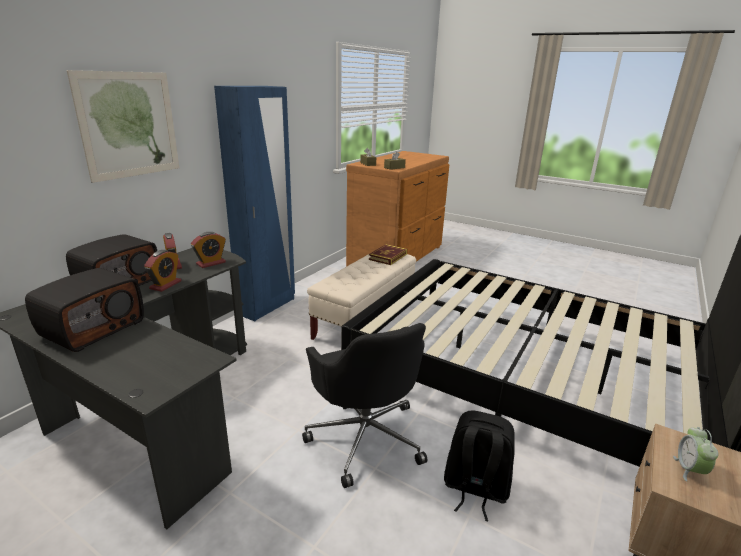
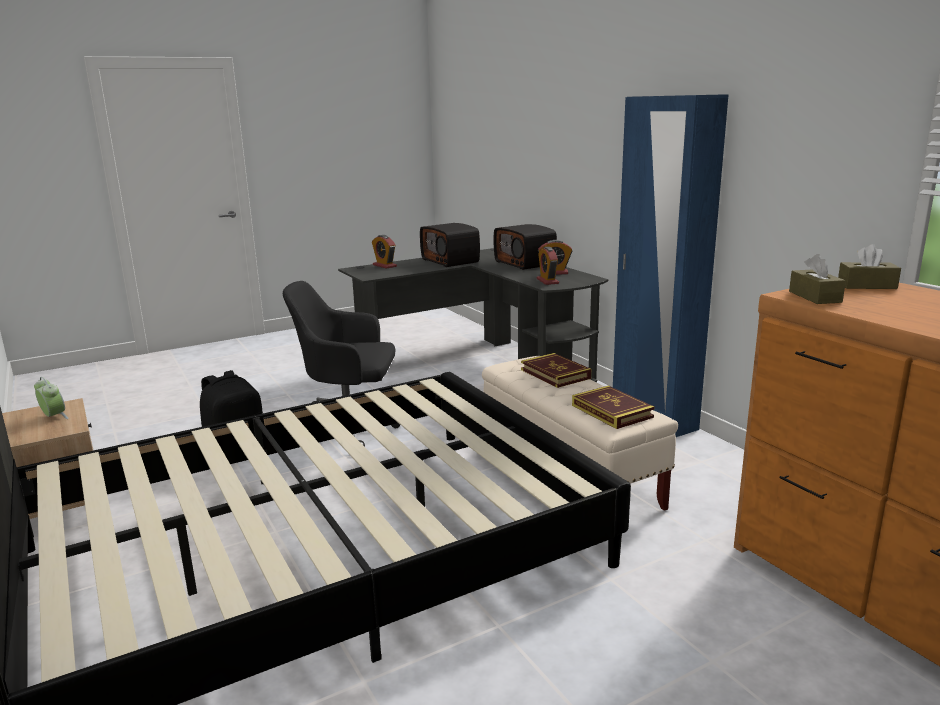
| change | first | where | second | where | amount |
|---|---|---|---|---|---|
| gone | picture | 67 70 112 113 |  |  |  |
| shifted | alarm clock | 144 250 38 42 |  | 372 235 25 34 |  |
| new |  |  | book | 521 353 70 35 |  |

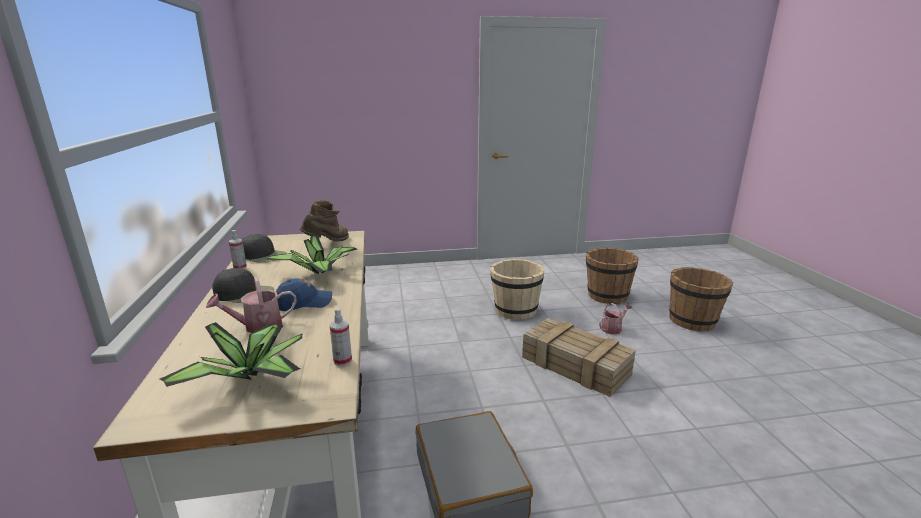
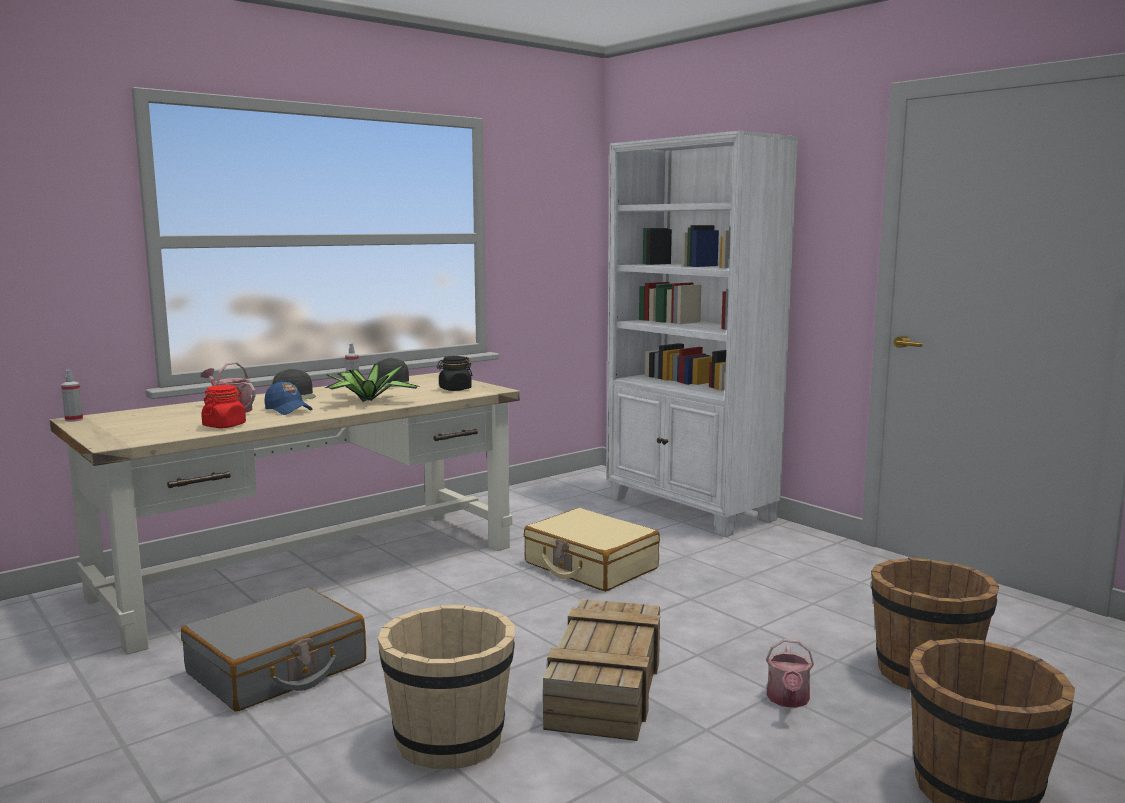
| change | first | where | second | where | amount |
|---|---|---|---|---|---|
| swapped | boot/brown | 300 200 49 42 | jar/black | 437 356 36 35 |  |
| shifted | bucket/beige | 490 259 54 61 |  | 377 605 138 164 |  |
| rotated | watering can | 599 303 33 32 |  | 766 639 48 69 | 75 degrees clockwise |
| shifted | spray bottle | 329 308 23 58 |  | 61 370 22 52 |  |
| gone | potted plant | 160 322 143 65 |  |  |  |
| new |  |  | bookcase/white | 606 131 193 406 |  |
| new |  |  | jar/red | 201 385 45 43 |  |
| new |  |  | suitcase/beige | 524 508 136 84 |  |

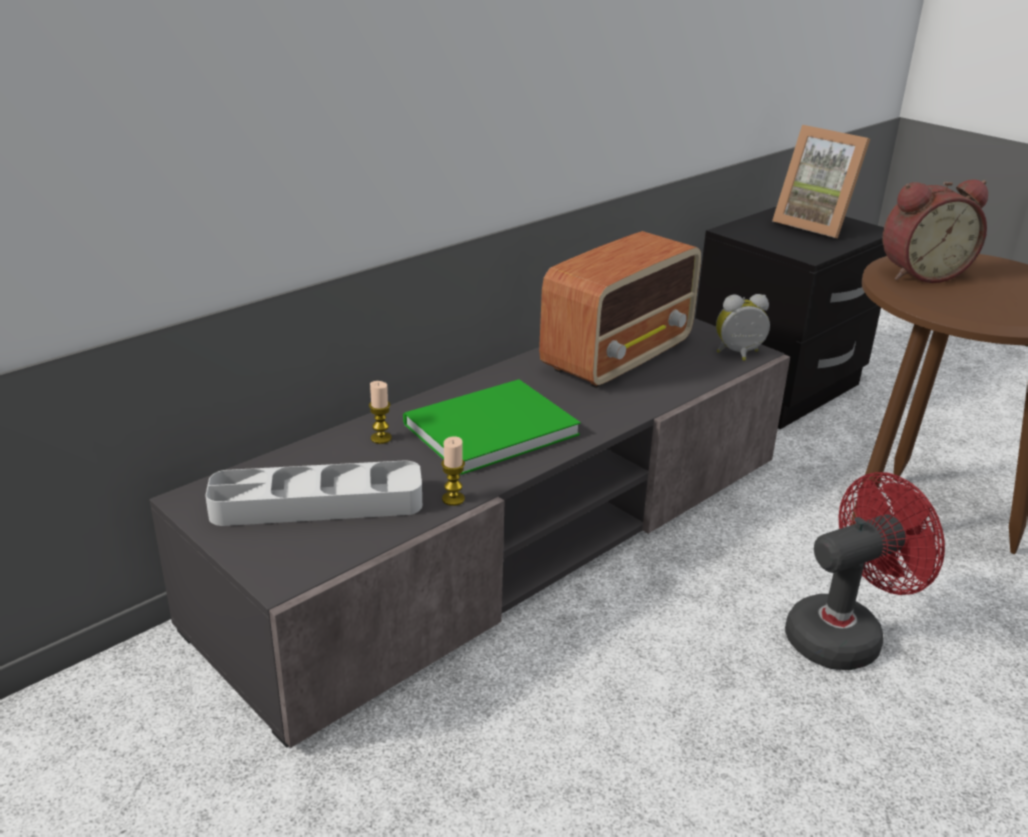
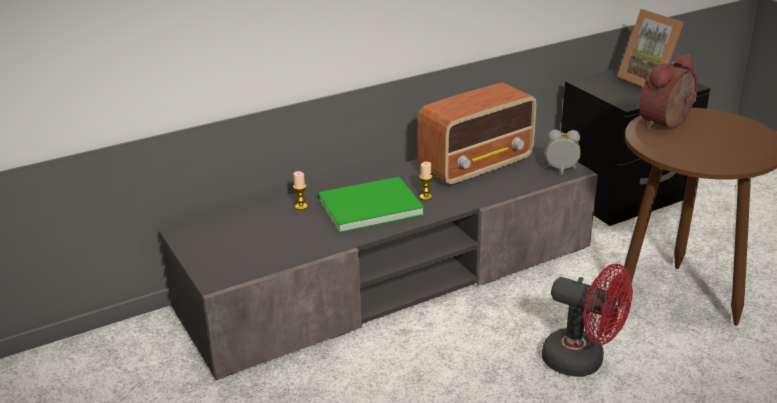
| change | first | where | second | where | amount |
|---|---|---|---|---|---|
| rotated | alarm clock | 882 179 106 104 |  | 639 54 58 76 | 135 degrees clockwise |
| shifted | candle | 441 436 24 70 |  | 419 162 13 39 |  |
| gone | tray/grey | 205 460 217 66 |  |  |  |
| rotated | fan/red | 785 472 160 198 |  | 542 264 91 113 | 45 degrees clockwise |

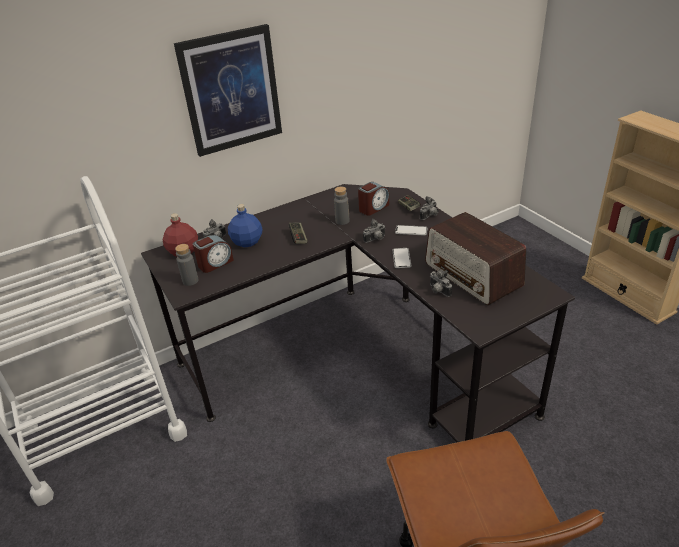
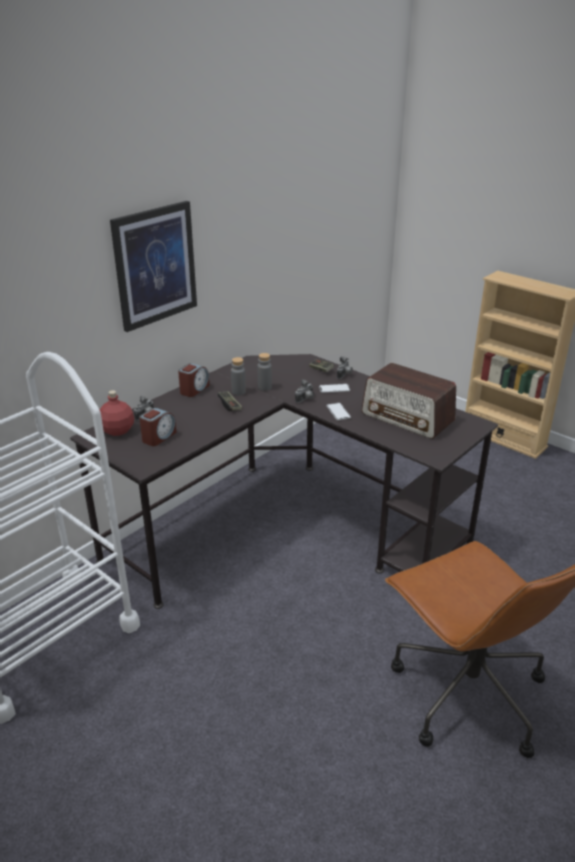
| change | first | where | second | where | amount |
|---|---|---|---|---|---|
| shifted | alarm clock | 358 182 31 33 |  | 178 363 31 34 |  |
| gone | bottle/blue | 228 204 35 43 |  |  |  |
| shifted | bottle/grey | 175 244 24 42 |  | 231 357 15 38 |  |
| gone | photo camera | 430 269 22 28 |  |  |  |

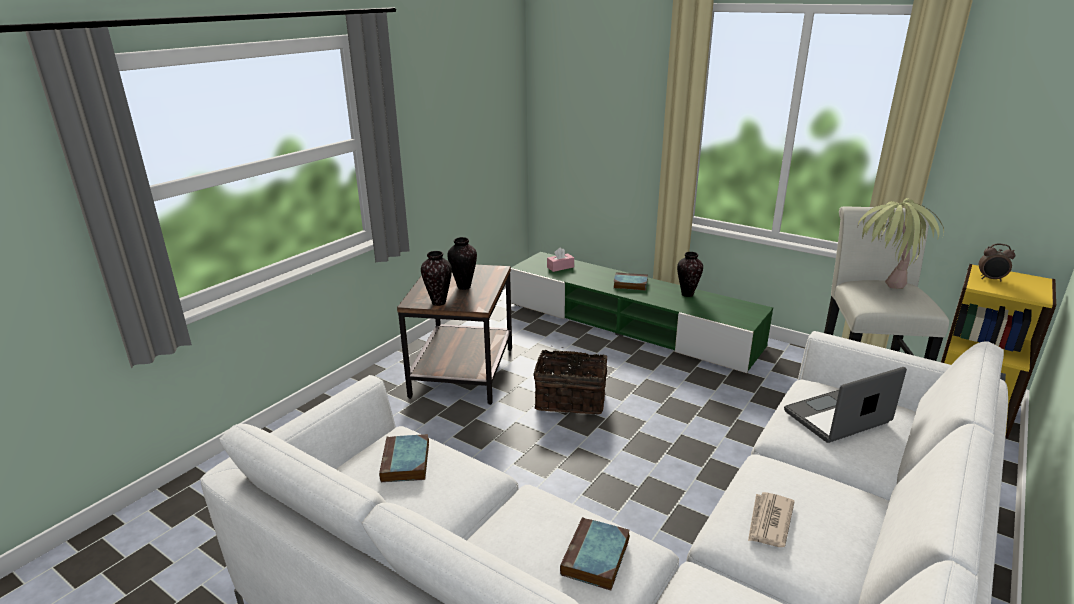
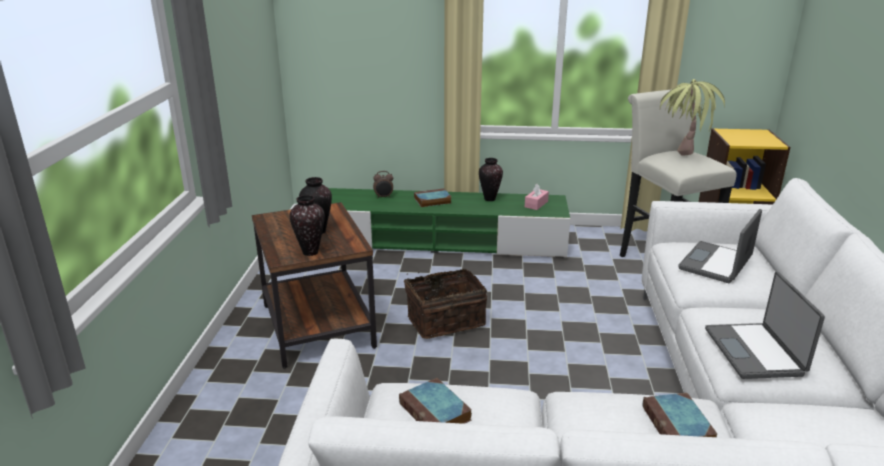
| change | first | where | second | where | amount |
|---|---|---|---|---|---|
| shifted | alarm clock | 979 244 36 38 |  | 373 171 20 27 |  |
| shifted | tissue box/pink | 547 247 27 25 |  | 525 184 24 26 |  |
| swapped | newspaper | 748 492 47 55 | laptop | 705 272 120 107 |  |

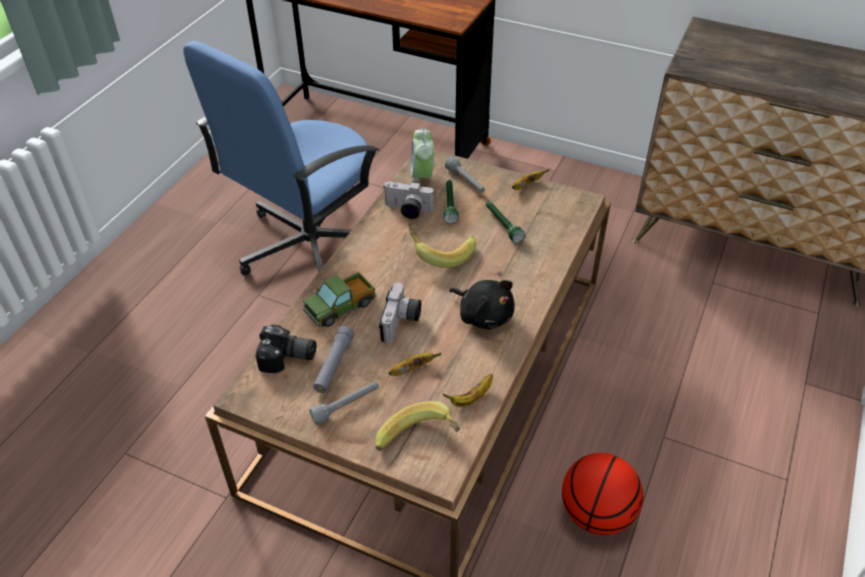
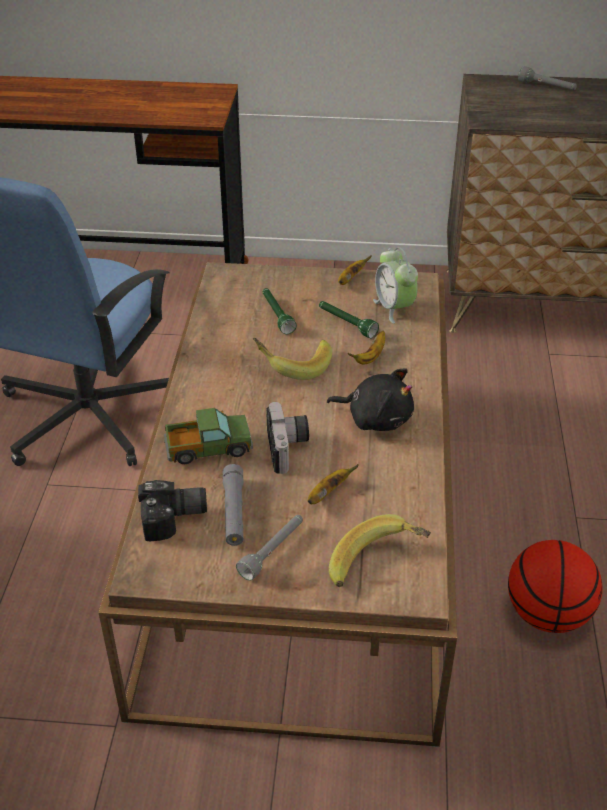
| change | first | where | second | where | amount |
|---|---|---|---|---|---|
| shifted | alarm clock | 411 128 23 54 |  | 373 247 45 77 |  |
| shifted | flashlight/grey | 445 156 40 37 |  | 518 66 59 24 |  |
| gone | photo camera | 383 181 51 38 |  |  |  |
| rotated | toy truck | 303 272 73 55 |  | 164 408 89 56 | 135 degrees counterclockwise |
| shifted | banana | 443 374 50 33 |  | 348 331 37 33 |  |

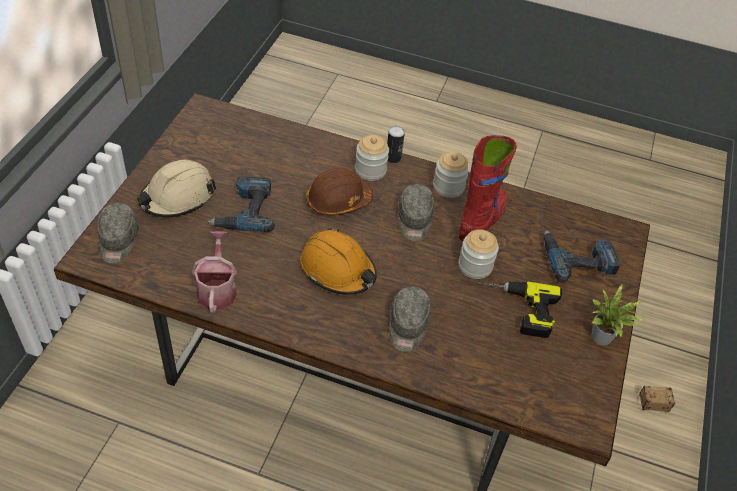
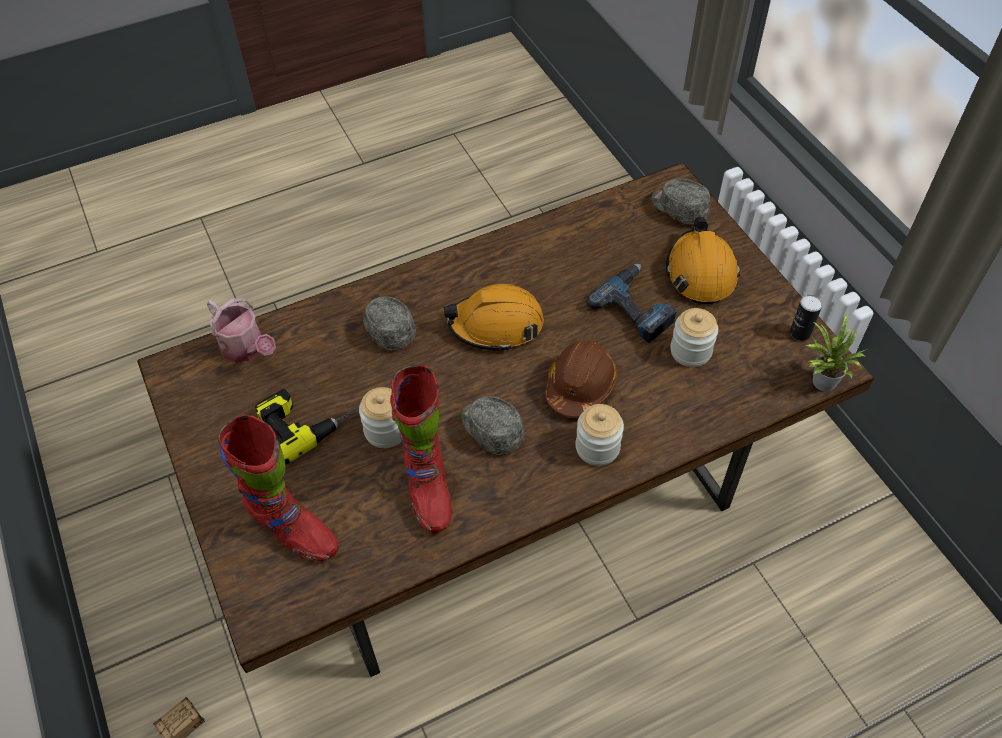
| change | first | where | second | where | amount |
|---|---|---|---|---|---|
| shifted | can | 387 126 18 37 |  | 790 295 32 46 |  |
| shifted | jar | 433 151 36 47 |  | 670 308 48 59 |  |
| repainted | hard hat/beige | 137 160 79 57 | hard hat/orange | 666 216 74 88 |  |
| shifted | watering can | 192 231 45 82 |  | 207 298 69 65 |  |
| swapped | power drill | 544 231 77 52 | boot/red | 218 414 121 147 |  |
| shifted | potted plant | 591 284 53 61 |  | 806 314 59 78 |  |

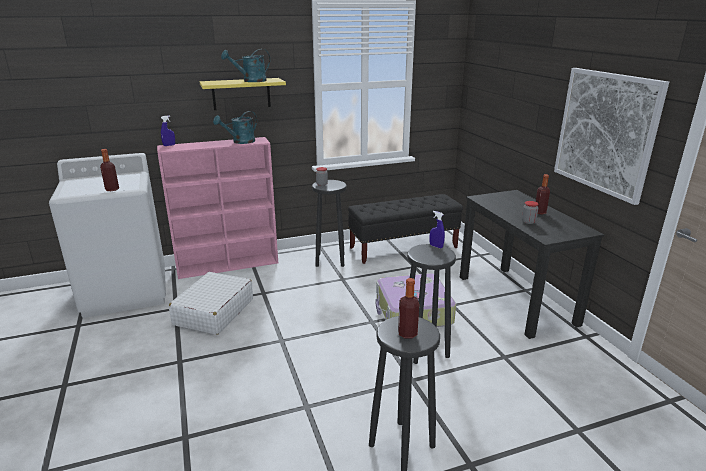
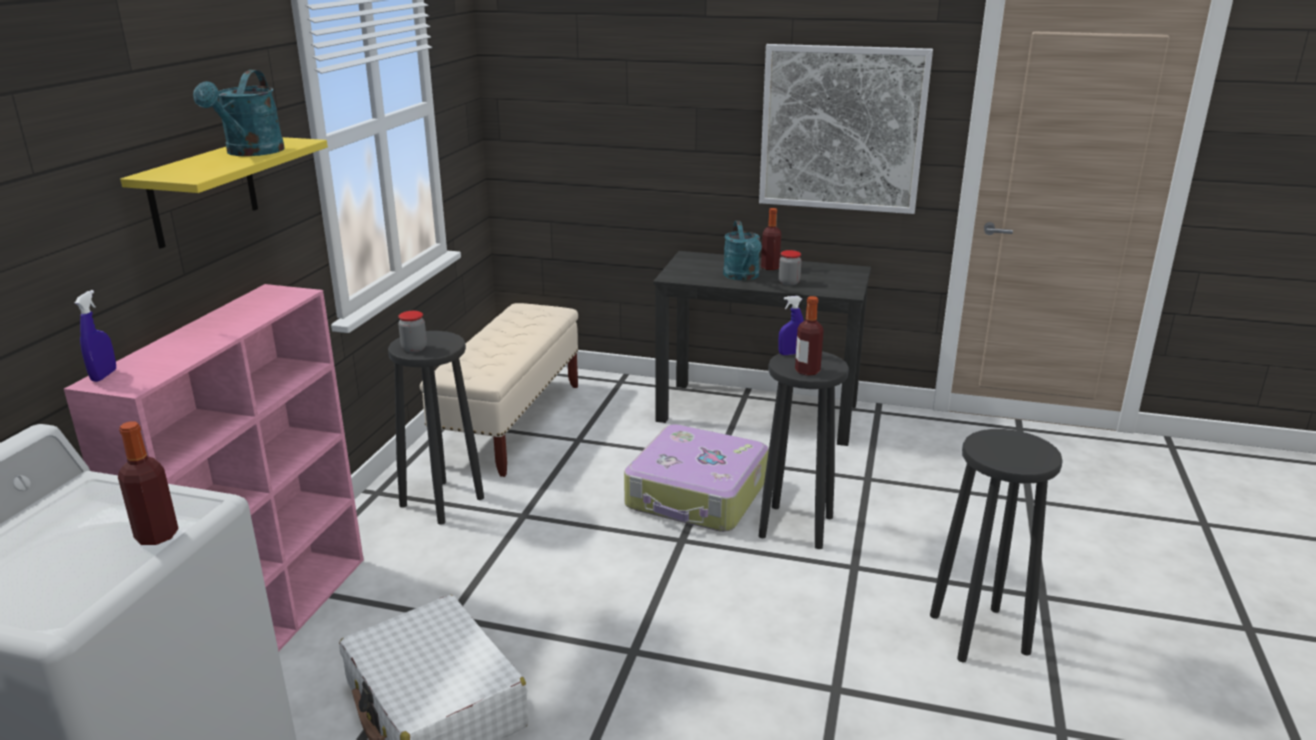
| change | first | where | second | where | amount |
|---|---|---|---|---|---|
| shifted | watering can/turquoise | 213 111 44 33 |  | 723 221 39 60 |  |
| repainted | bench/black | 348 194 115 70 | bench/beige | 420 303 159 174 |  |
| shifted | bottle | 398 278 21 60 |  | 795 296 29 80 |  |

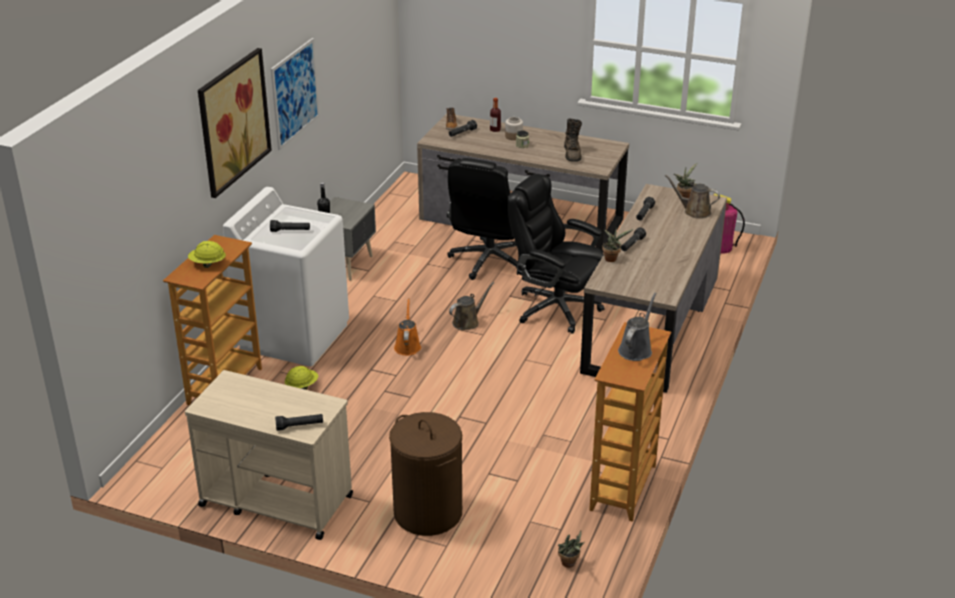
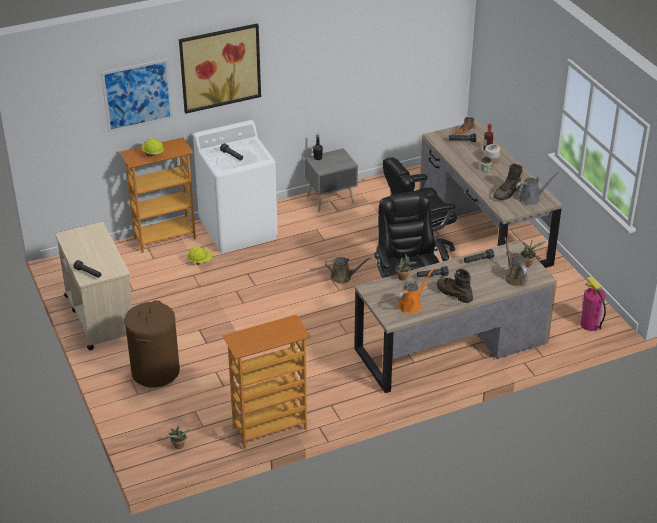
| change | first | where | second | where | amount |
|---|---|---|---|---|---|
| shifted | picture | 271 38 49 112 |  | 101 59 72 73 |  |
| shifted | watering can/grey | 618 293 39 68 |  | 516 172 44 33 |  |
| shifted | watering can/orange | 394 298 27 58 |  | 397 268 37 46 |  |
| new |  |  | boot/brown | 437 269 36 34 |  |

